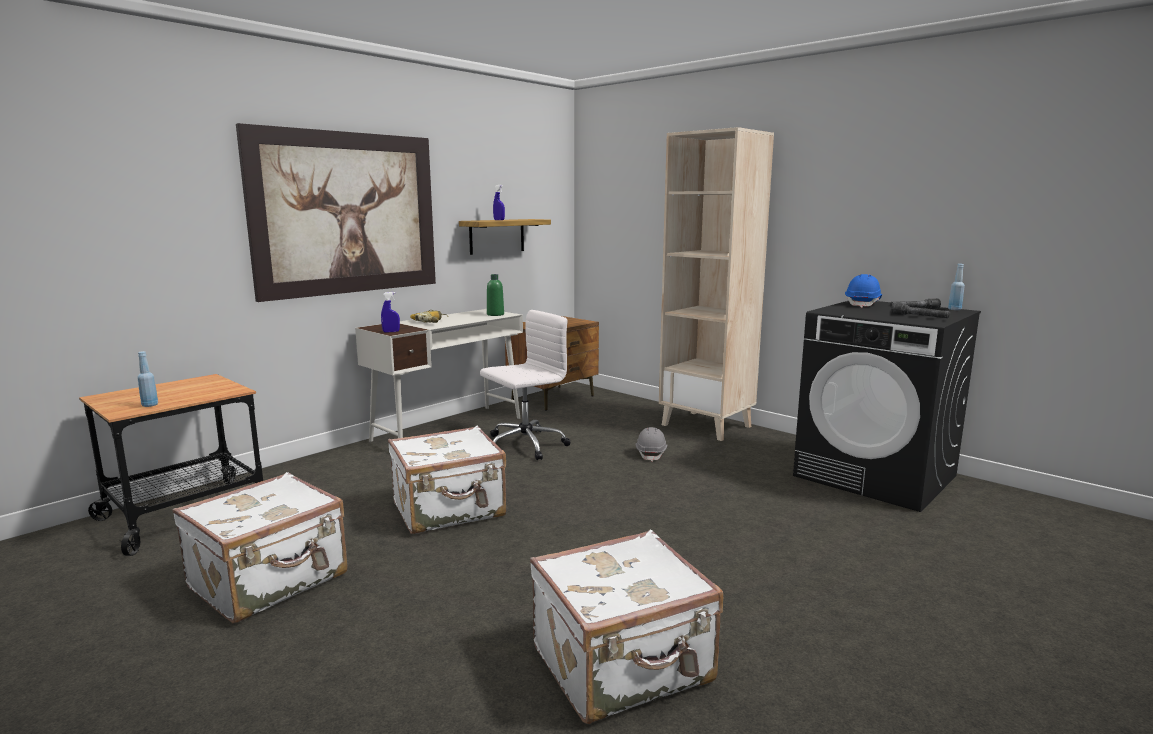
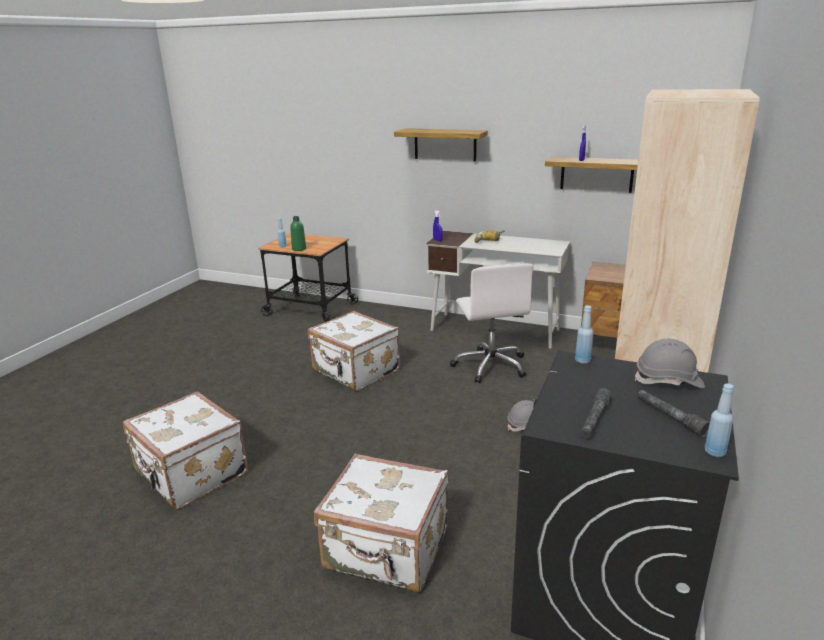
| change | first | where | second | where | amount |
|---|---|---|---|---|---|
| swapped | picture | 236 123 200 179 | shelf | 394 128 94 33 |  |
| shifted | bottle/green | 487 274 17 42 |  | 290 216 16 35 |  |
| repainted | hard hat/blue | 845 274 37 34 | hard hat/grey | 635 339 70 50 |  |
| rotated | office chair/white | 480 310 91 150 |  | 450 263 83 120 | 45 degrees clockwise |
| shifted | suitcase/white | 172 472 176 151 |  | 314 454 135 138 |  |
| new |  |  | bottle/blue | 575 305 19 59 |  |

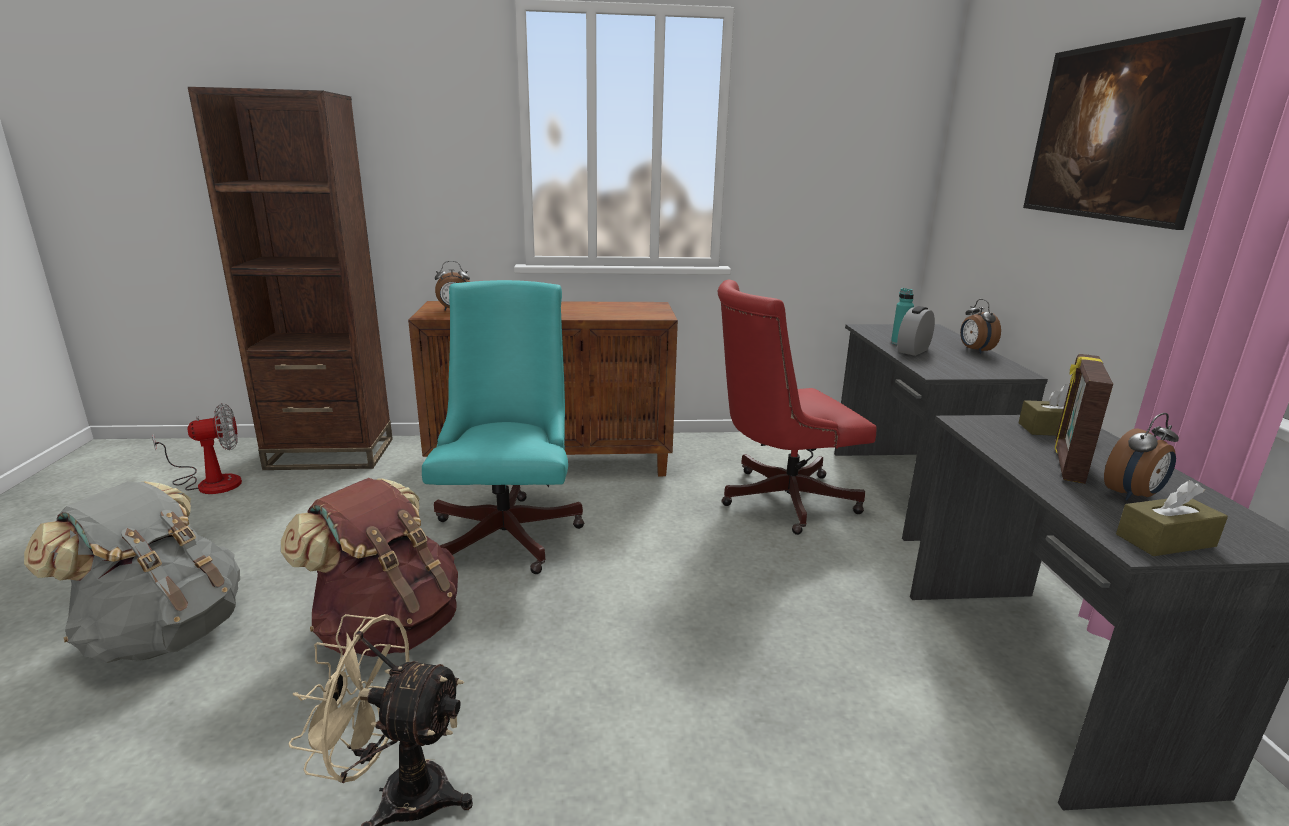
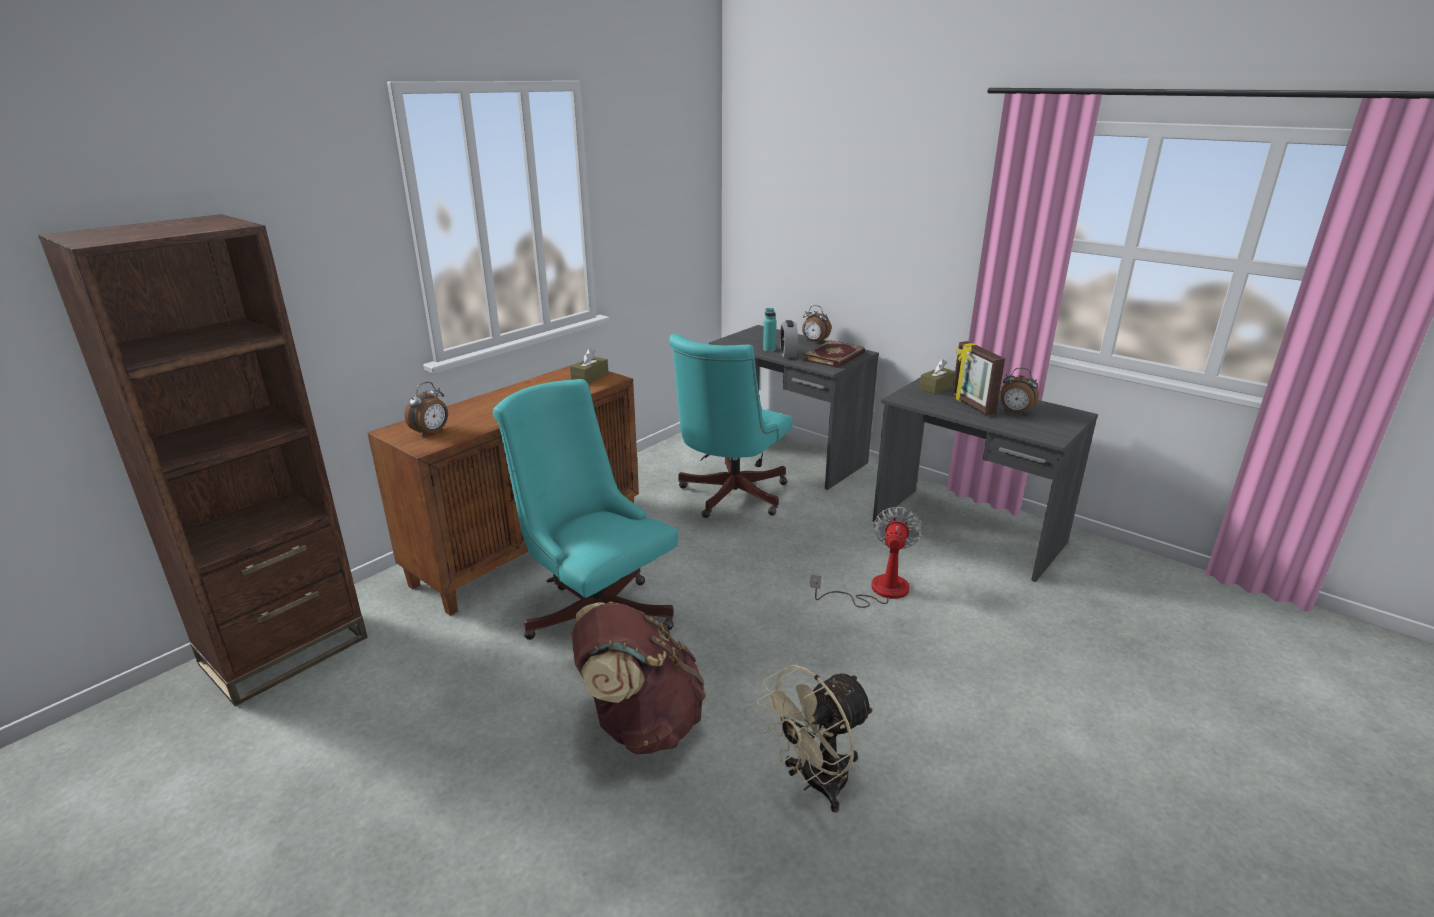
| change | first | where | second | where | amount |
|---|---|---|---|---|---|
| gone | picture | 1023 17 223 213 |  |  |  |
| repainted | office chair/red | 718 280 159 255 | office chair/turquoise | 669 334 124 184 |  |
| shifted | fan | 152 403 90 91 |  | 810 507 113 101 |  |
| rotated | alarm clock | 1104 413 75 88 |  | 1001 368 38 47 | 105 degrees clockwise |
| shifted | tissue box/brown | 1116 480 112 76 |  | 570 348 39 36 |  |
| gone | backpack/grey | 24 481 216 182 |  |  |  |
| new |  |  | book | 803 340 62 28 |  |

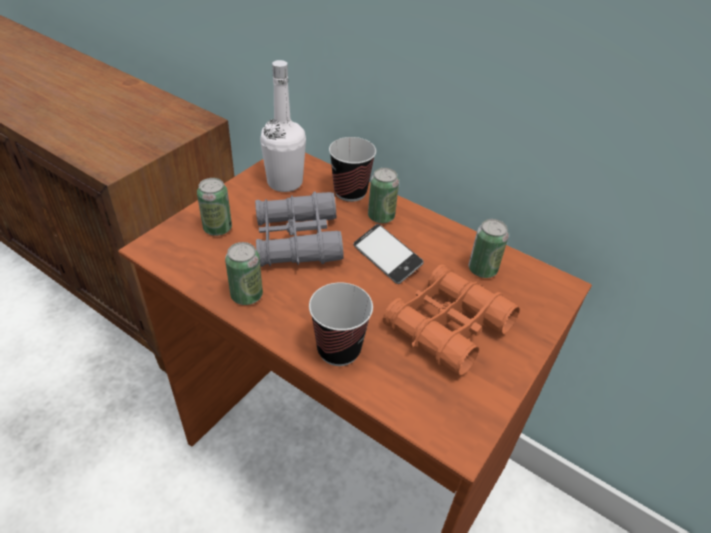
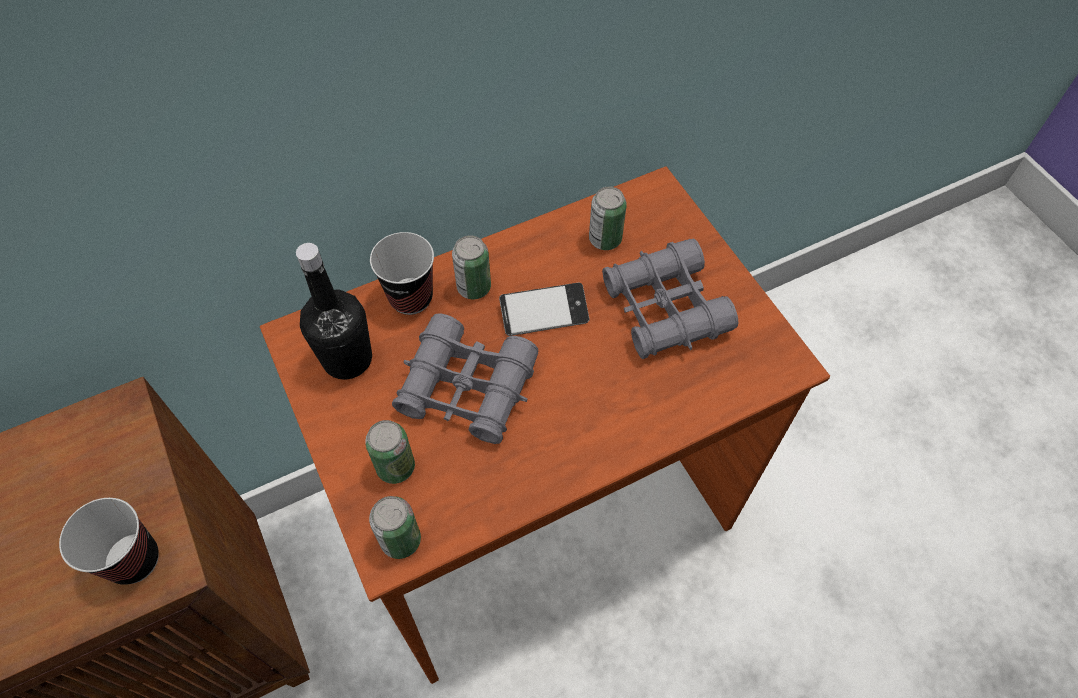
| change | first | where | second | where | amount |
|---|---|---|---|---|---|
| repainted | bottle/white | 260 60 46 132 | bottle/black | 296 243 76 137 |  |
| shifted | can | 225 242 38 63 |  | 369 496 52 63 |  |
| repainted | binoculars/orange | 383 264 137 111 | binoculars/grey | 602 239 136 120 |  |
| shifted | cup | 309 283 64 83 |  | 59 498 100 87 |  |

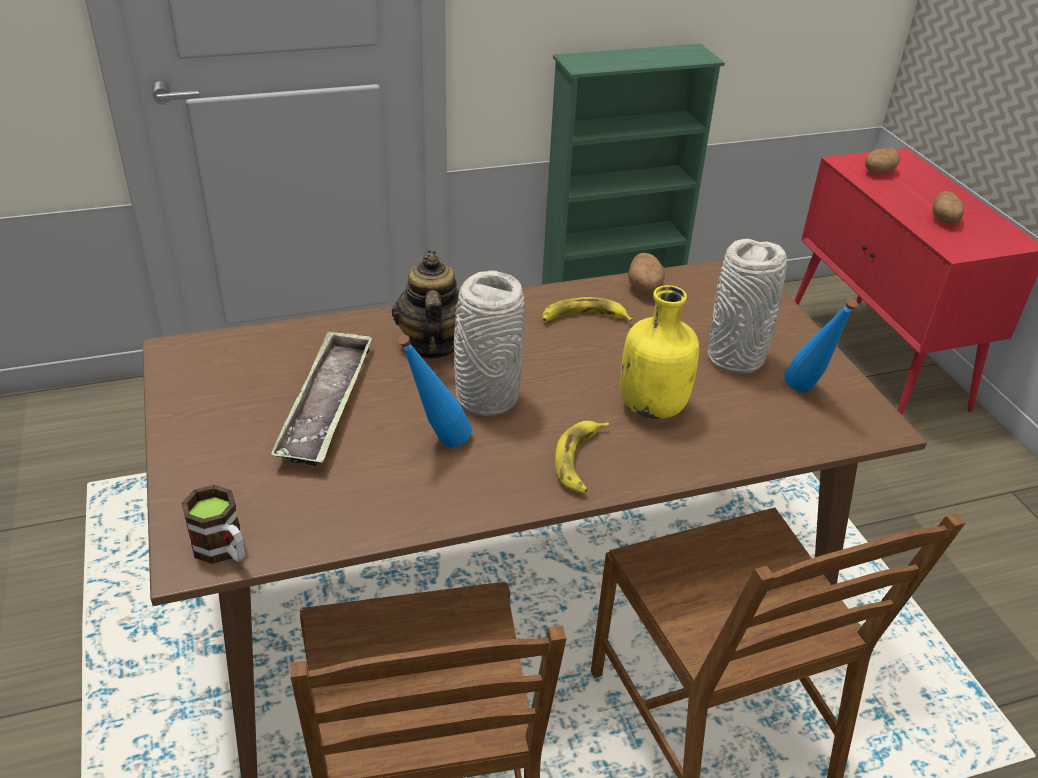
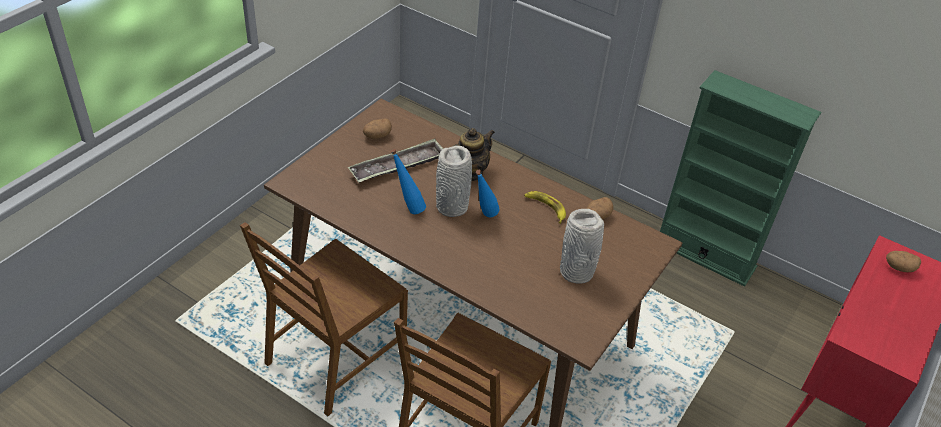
| change | first | where | second | where | amount |
|---|---|---|---|---|---|
| shifted | potato | 932 191 32 33 |  | 363 119 29 20 |  |
| gone | bottle/yellow | 620 285 79 134 |  |  |  |
| shifted | bottle/blue | 784 298 74 94 |  | 476 170 24 47 |  |
| gone | banana | 555 421 54 72 |  |  |  |
| gone | mug | 181 485 64 79 |  |  |  |

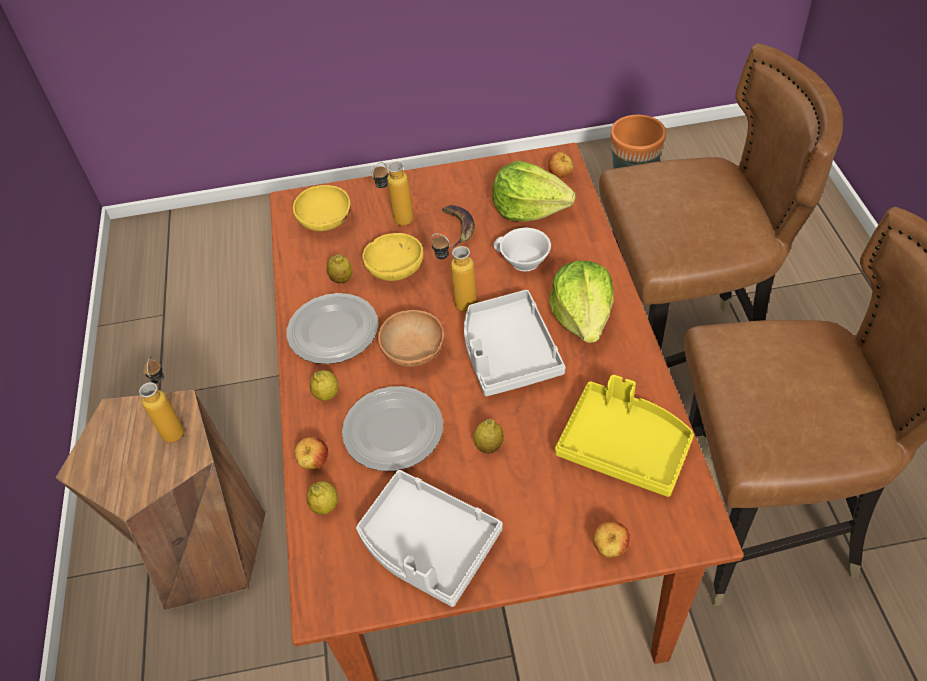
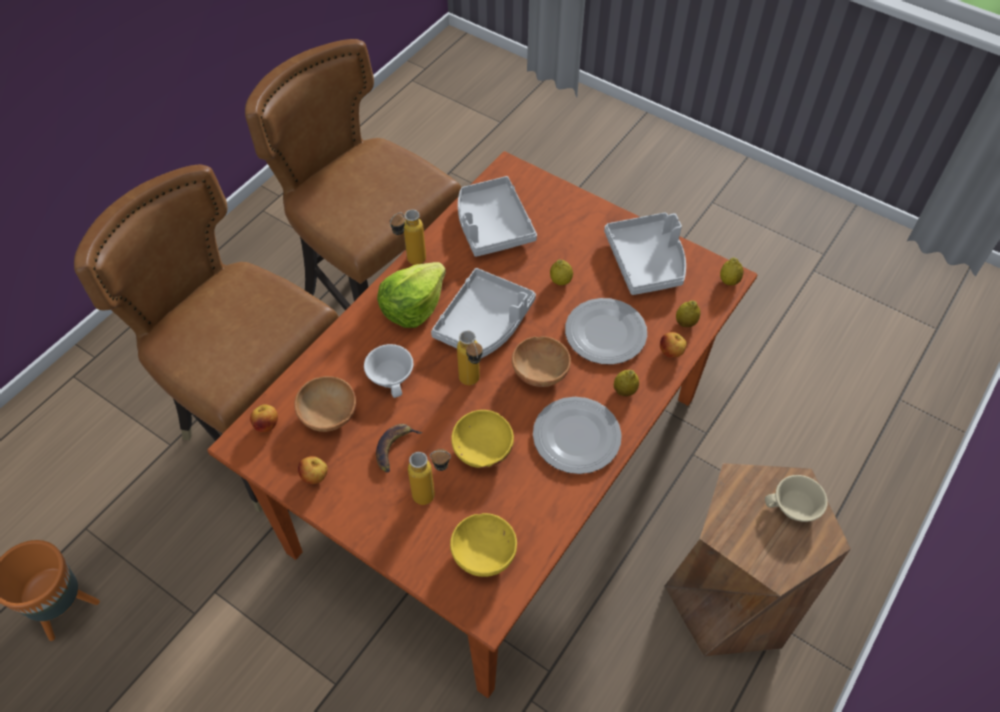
| change | first | where | second | where | amount |
|---|---|---|---|---|---|
| swapped | lettuce | 493 161 82 61 | bowl/brown | 294 376 62 56 |  |
| shifted | lemon | 327 254 25 30 |  | 720 257 24 29 |  |
| shifted | bottle | 139 357 45 86 |  | 390 210 36 55 |  |
| repainted | tray/yellow | 555 375 139 122 | tray/grey | 458 176 79 81 |  |
| shifted | apple | 593 521 37 37 |  | 298 456 30 28 |  |
| new |  |  | cup/beige | 765 475 63 47 |  |

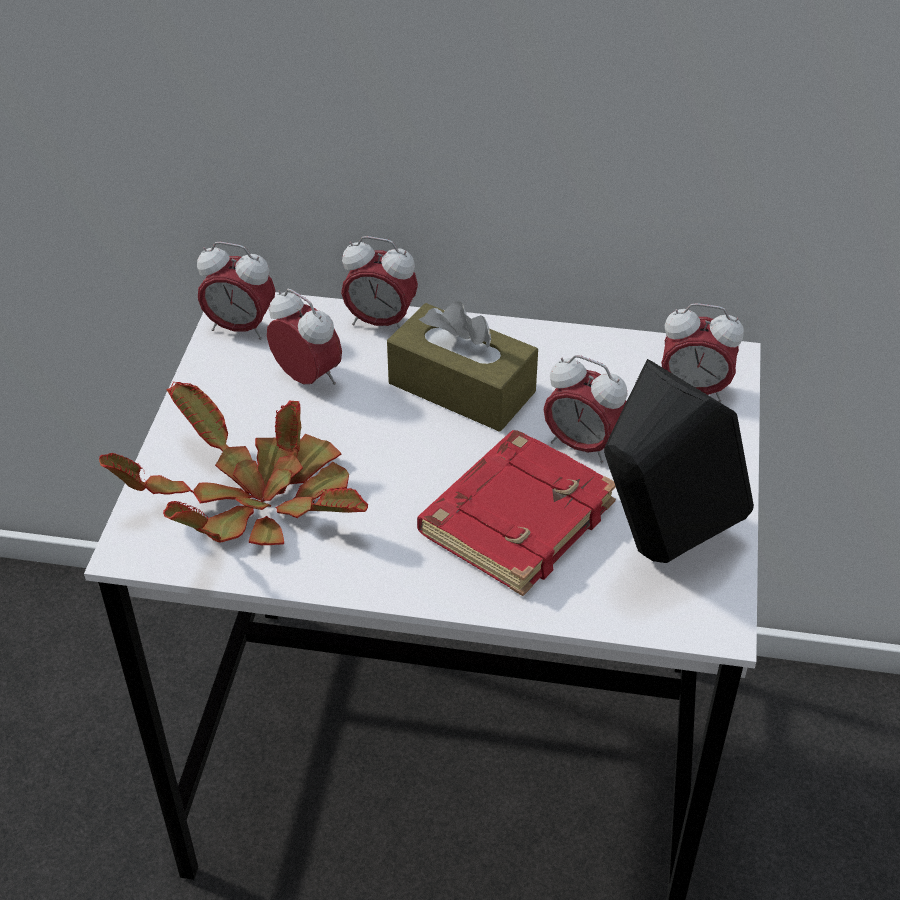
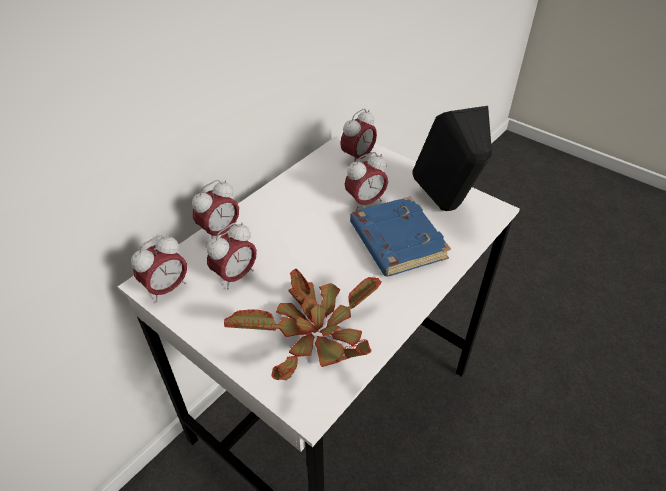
| change | first | where | second | where | amount |
|---|---|---|---|---|---|
| rotated | alarm clock | 267 289 75 96 |  | 207 223 50 66 | 150 degrees clockwise |
| gone | tissue box/brown | 387 301 151 131 |  |  |  |
| repainted | book/red | 417 430 199 166 | book/blue | 350 196 101 81 |  |

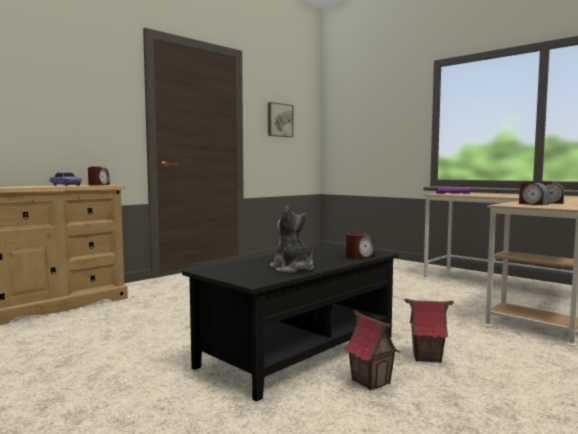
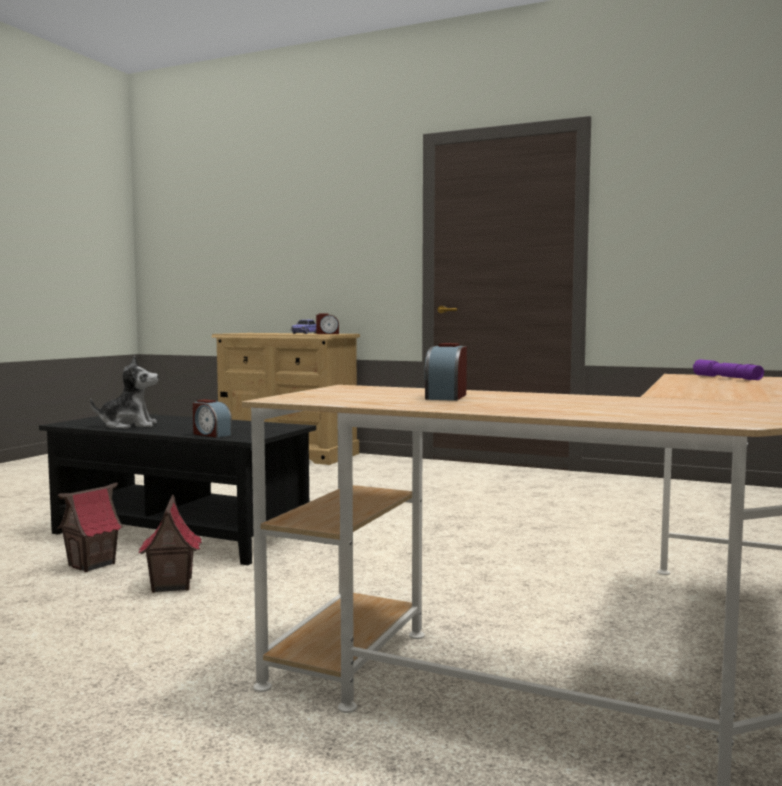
| change | first | where | second | where | amount |
|---|---|---|---|---|---|
| gone | picture | 268 102 25 35 |  |  |  |
| gone | alarm clock | 519 182 31 23 |  |  |  |
| rotated | plush toy | 270 206 44 67 |  | 90 356 69 73 | 45 degrees clockwise |

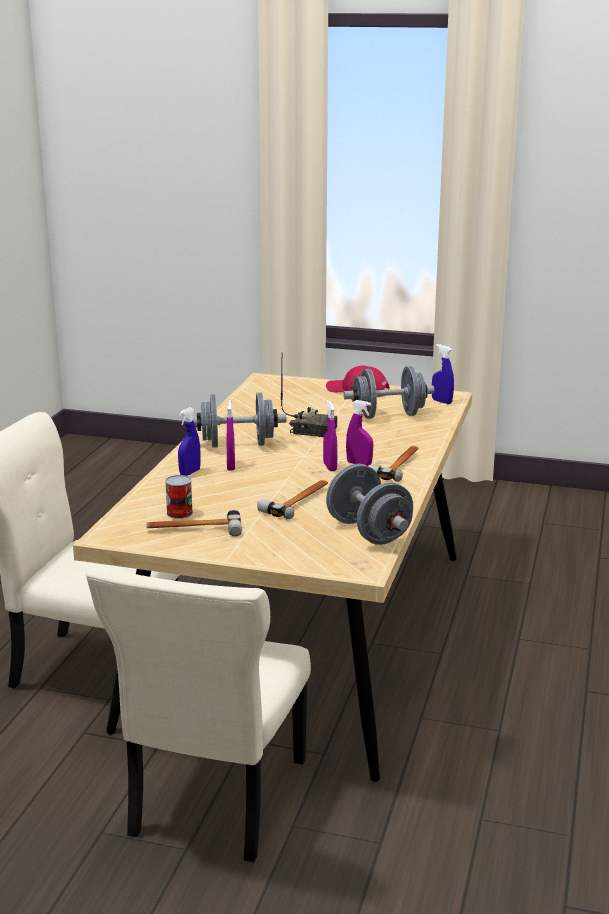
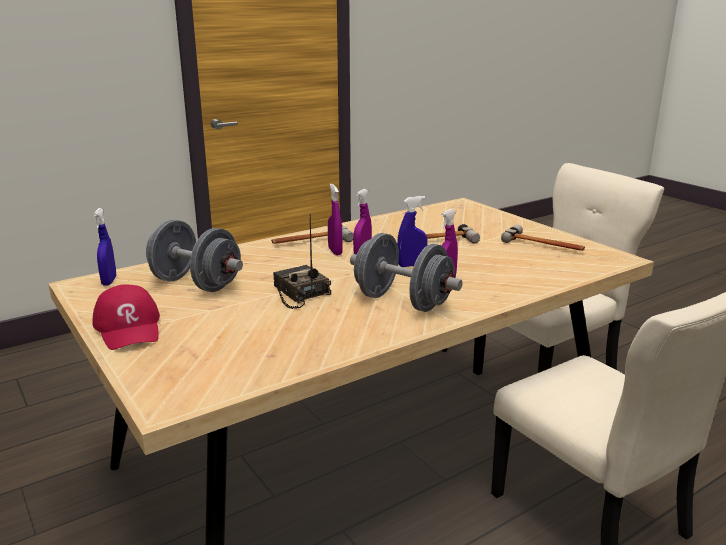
| change | first | where | second | where | amount |
|---|---|---|---|---|---|
| shifted | spray bottle/blue | 178 407 23 69 |  | 397 196 30 71 |  |
| gone | dumbbell/grey | 326 464 87 81 |  |  |  |
| gone | can | 165 475 28 44 |  |  |  |

